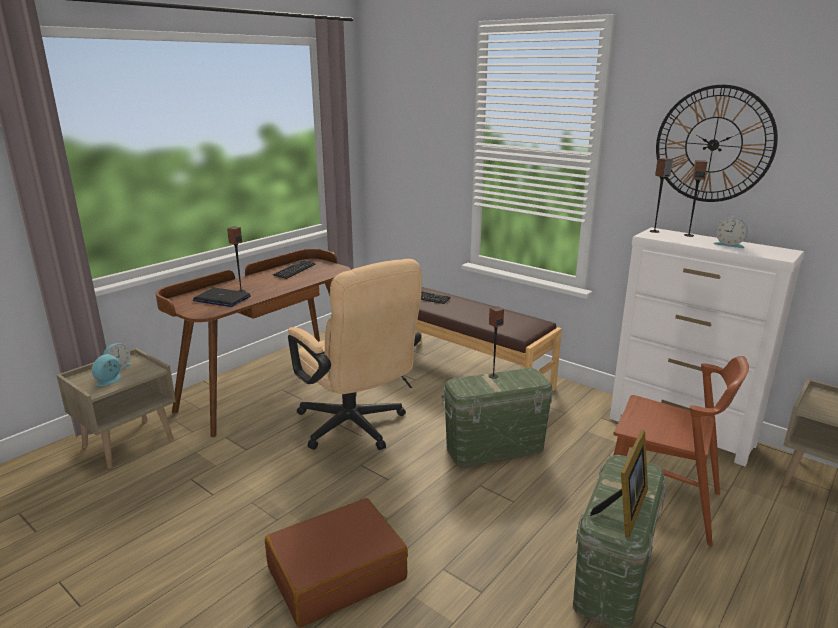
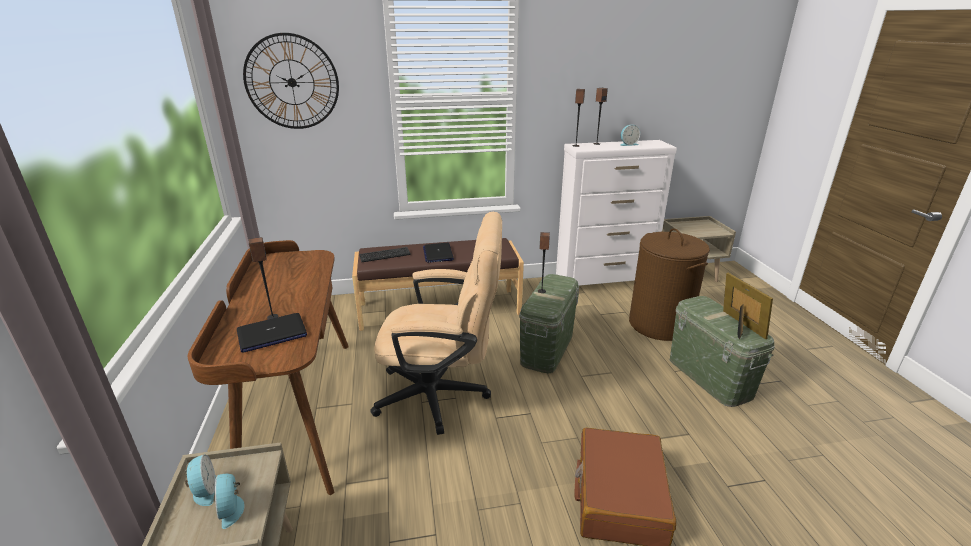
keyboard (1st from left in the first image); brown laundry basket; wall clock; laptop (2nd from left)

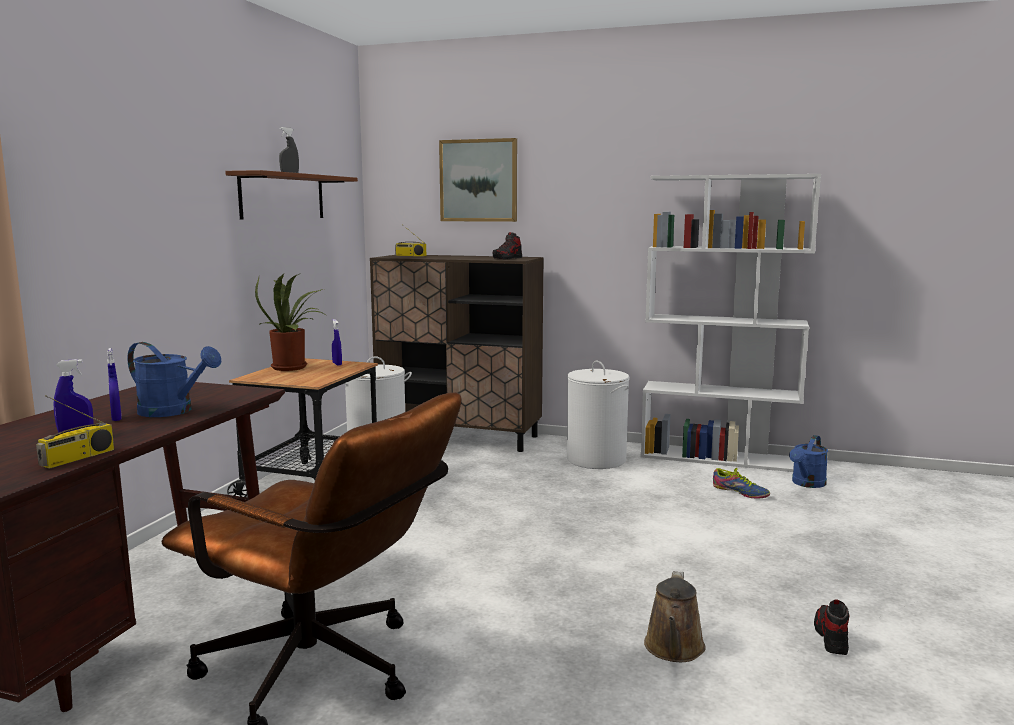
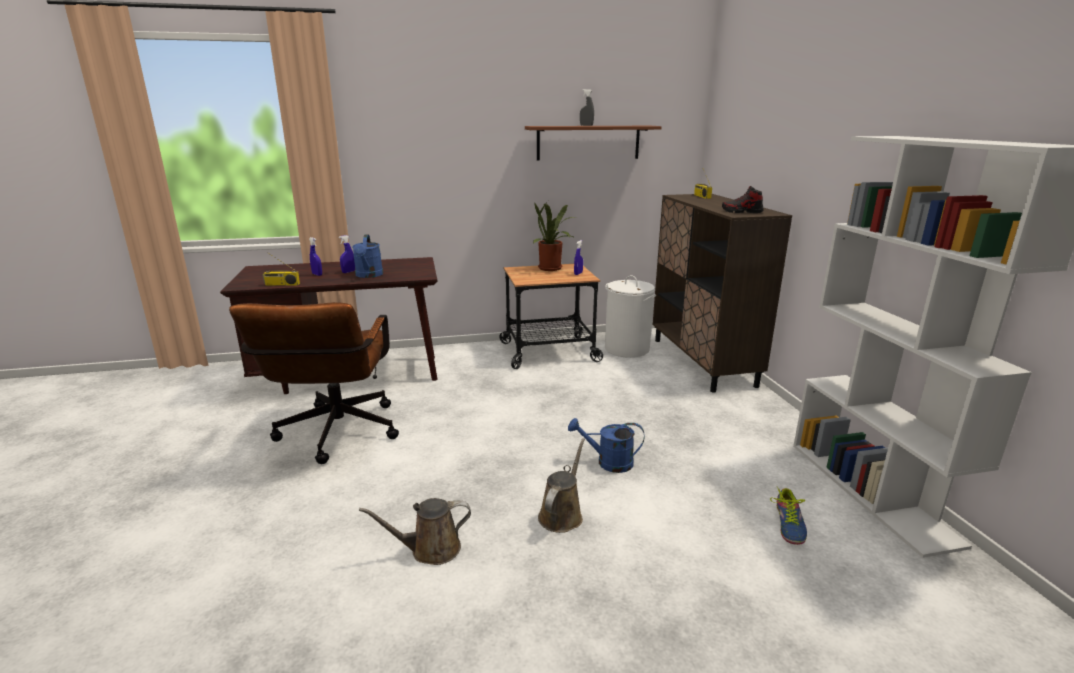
picture; white laundry basket (2nd from left in the first image); blue watering can (2nd from left); shoe (3rd from left in the first image); brown watering can (2nd from left)

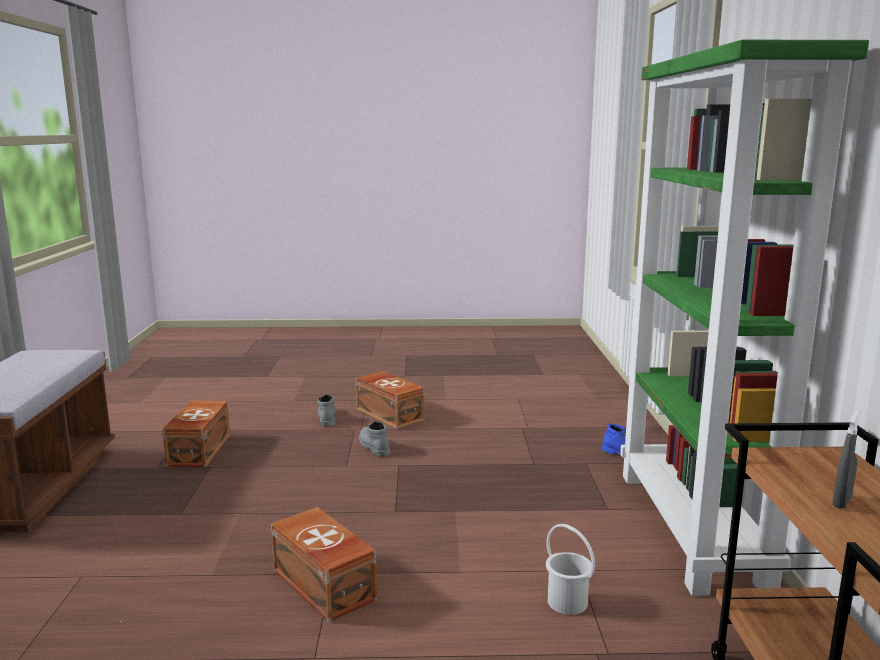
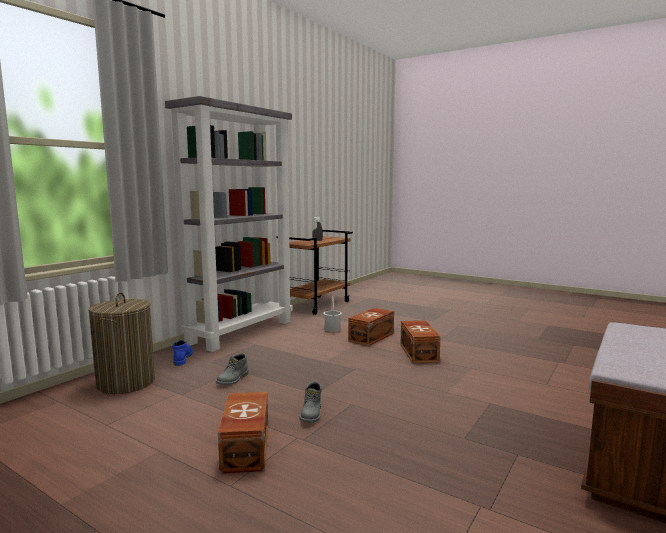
brown storage box (2nd from left); grey boot (1st from left); grey bookcase; laundry basket

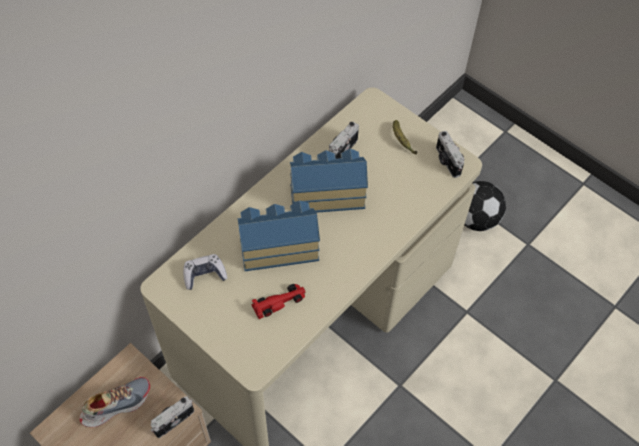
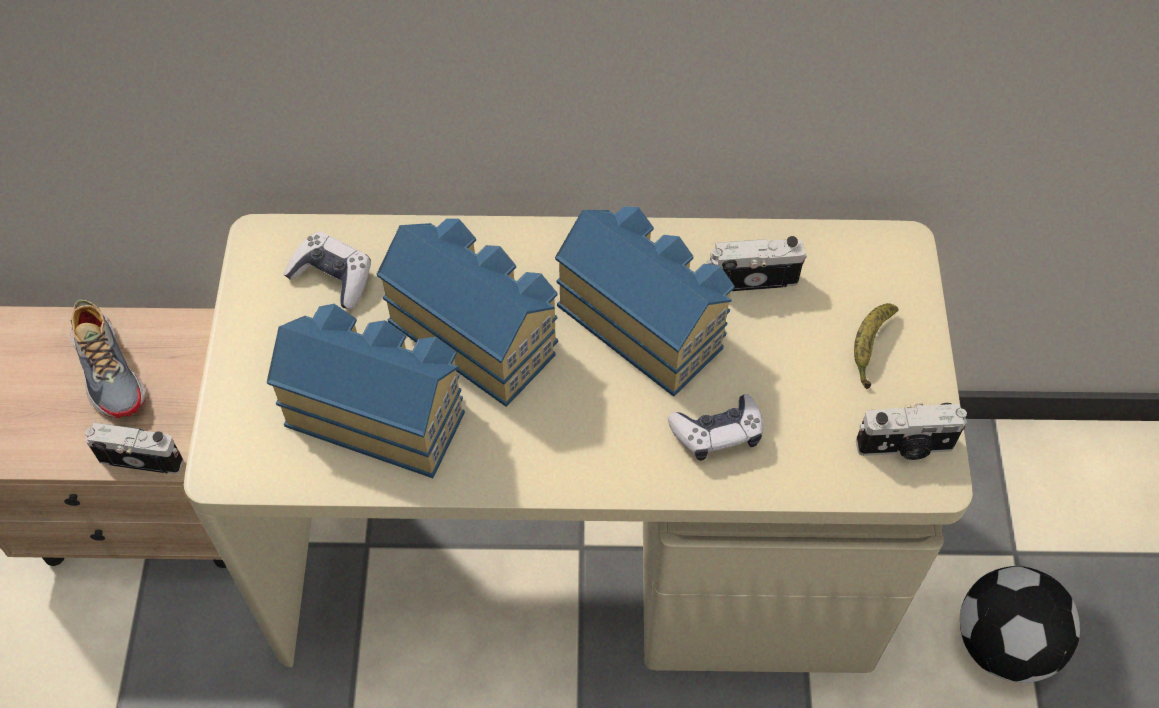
shoe; toy house (1st from left); photo camera (3rd from left); game controller (2nd from left)

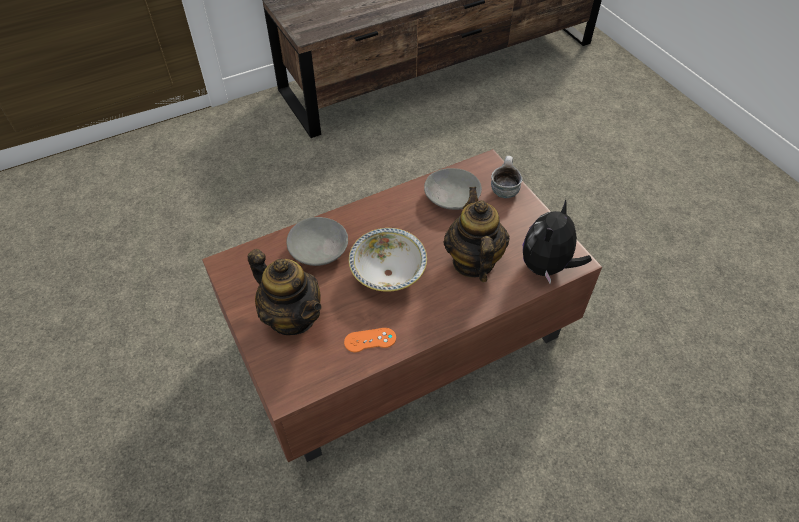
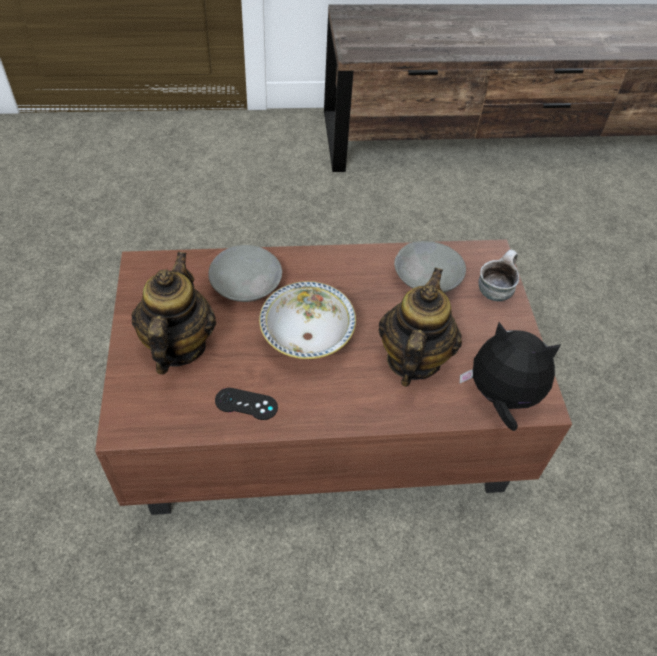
teapot (1st from left); black game controller; plush toy

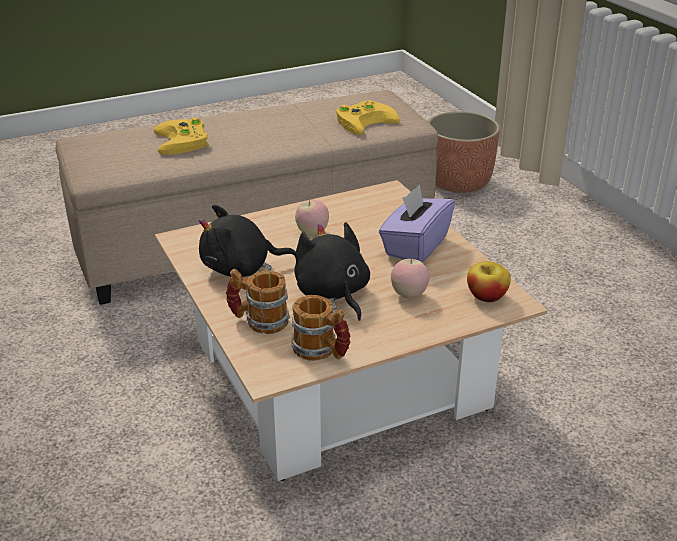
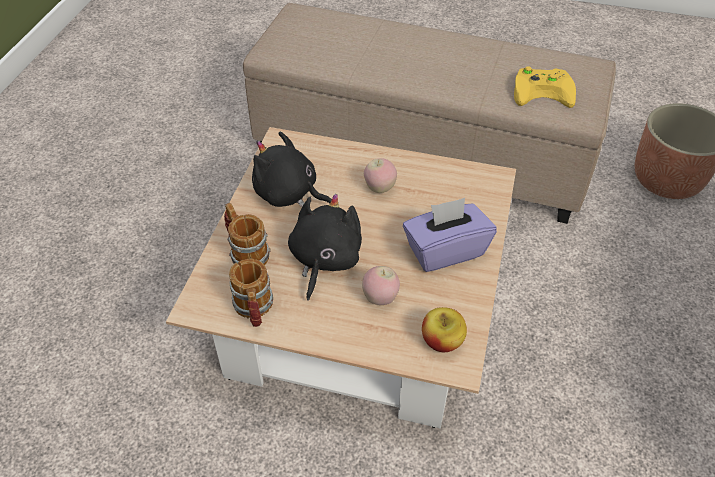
yellow game controller (1st from left in the first image)

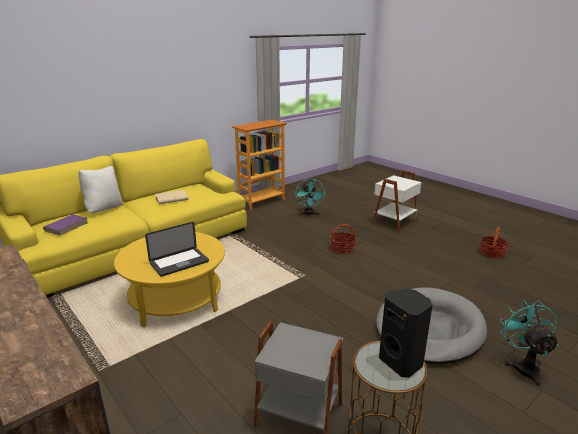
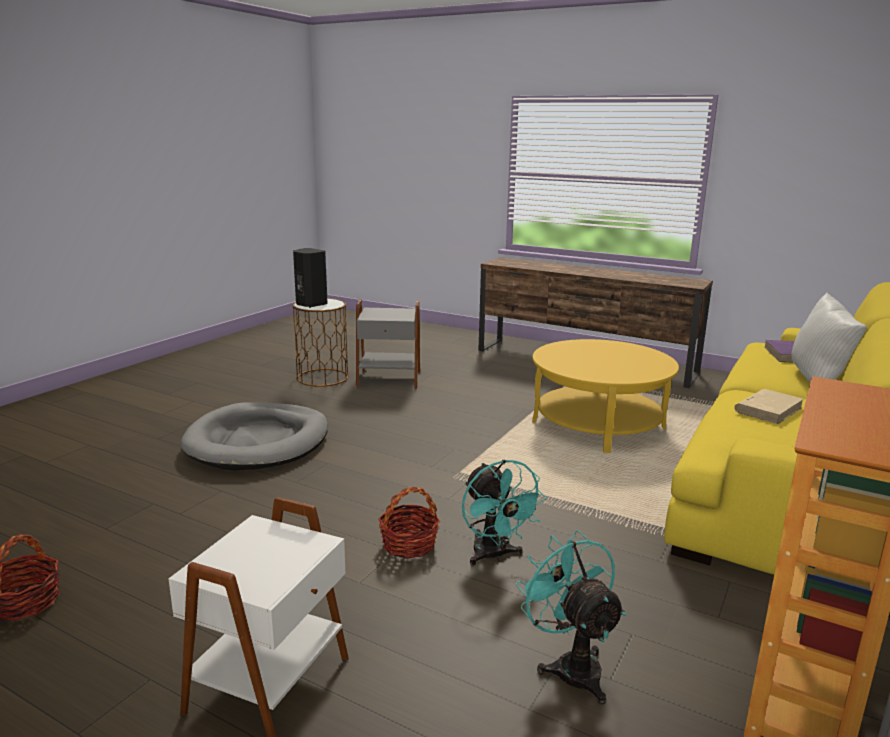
laptop; turquoise fan (1st from left)

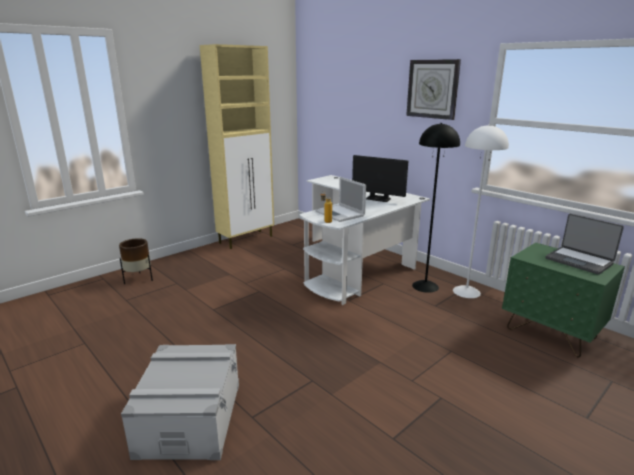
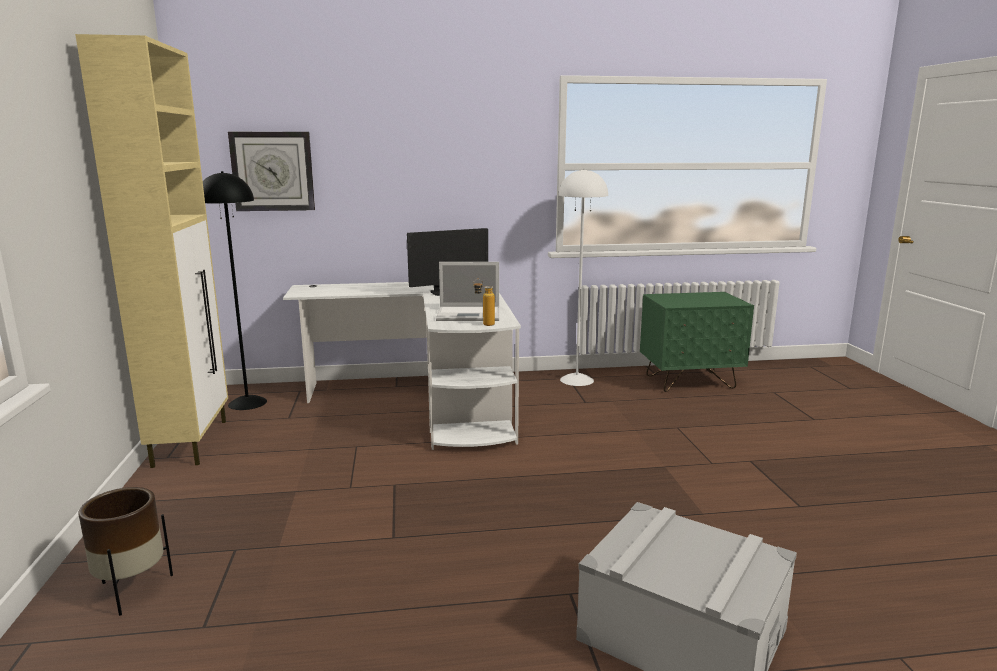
wall clock; black floor lamp; laptop (2nd from left in the first image)

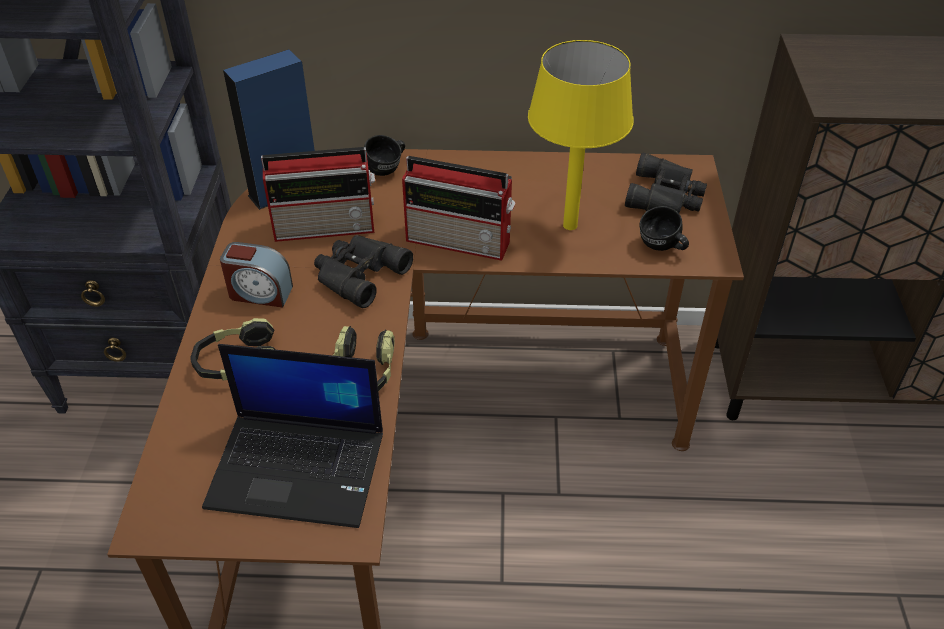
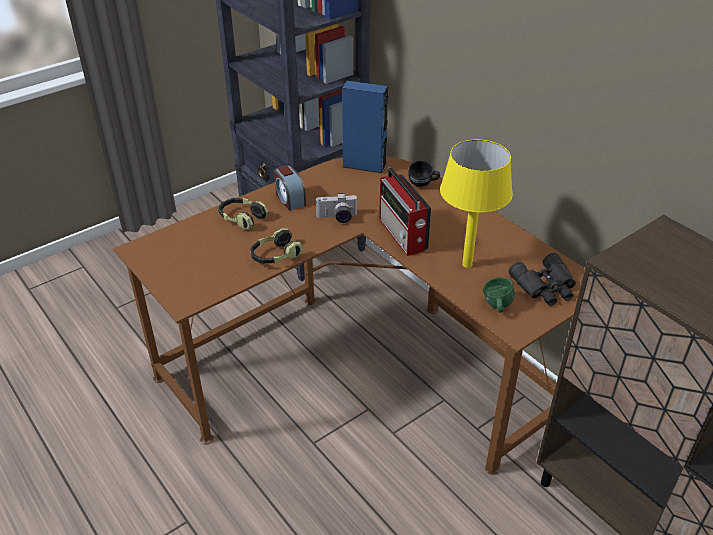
laptop; radio (1st from left in the first image); photo camera; green mug

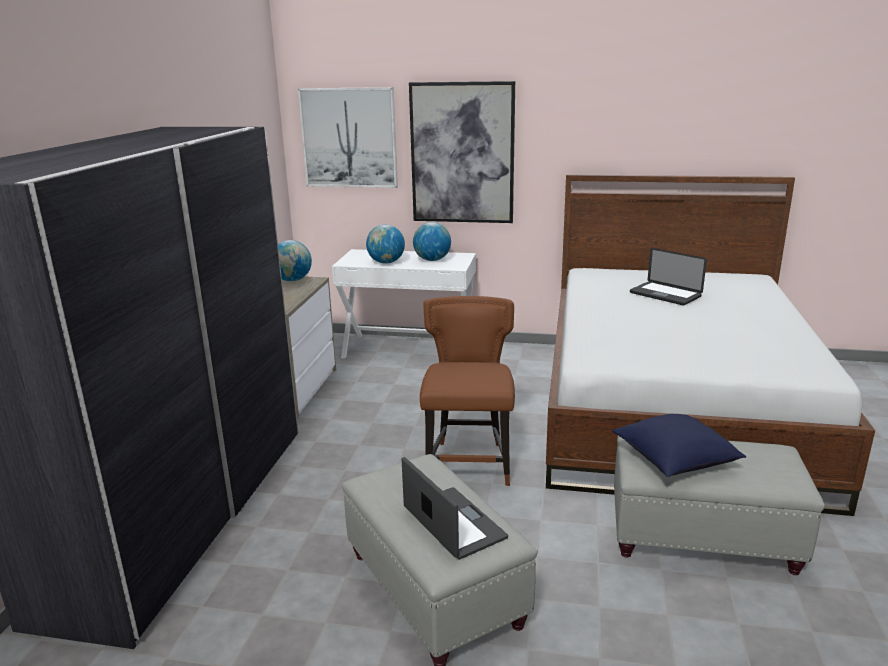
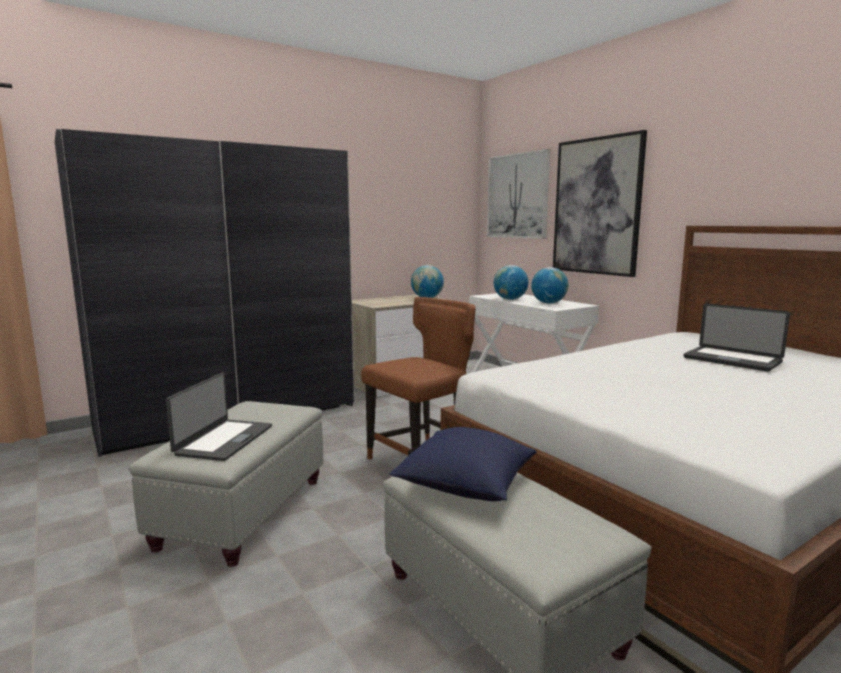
laptop (2nd from left)

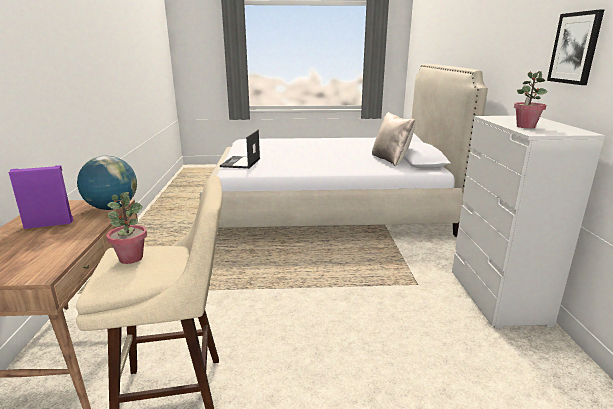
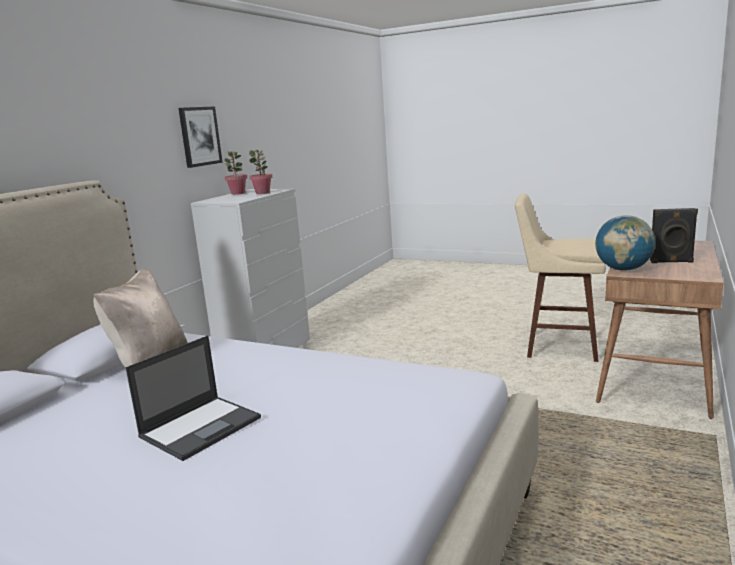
black speaker; potted plant (1st from left); laptop

